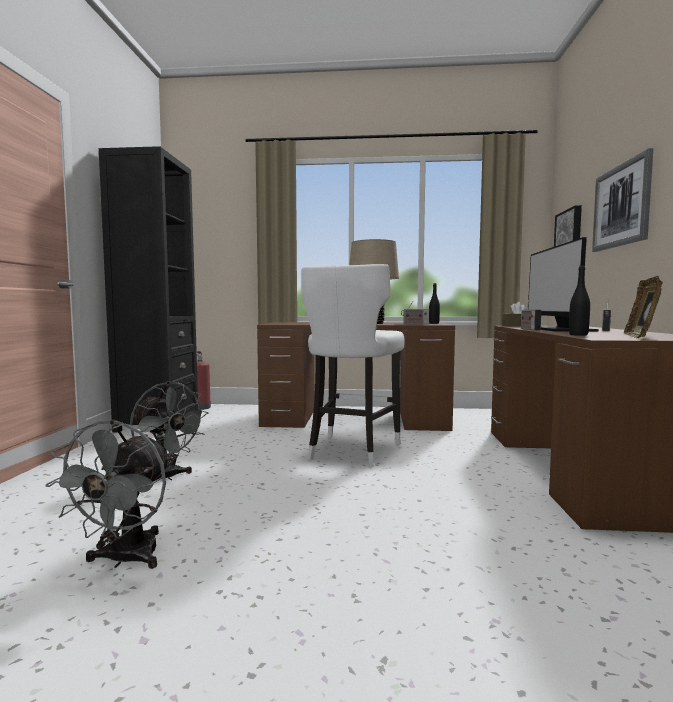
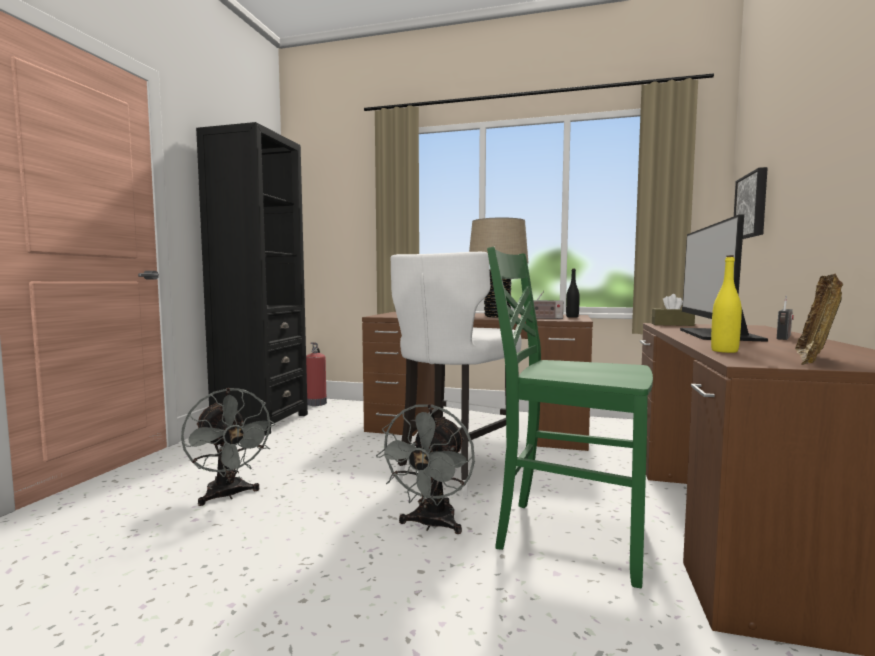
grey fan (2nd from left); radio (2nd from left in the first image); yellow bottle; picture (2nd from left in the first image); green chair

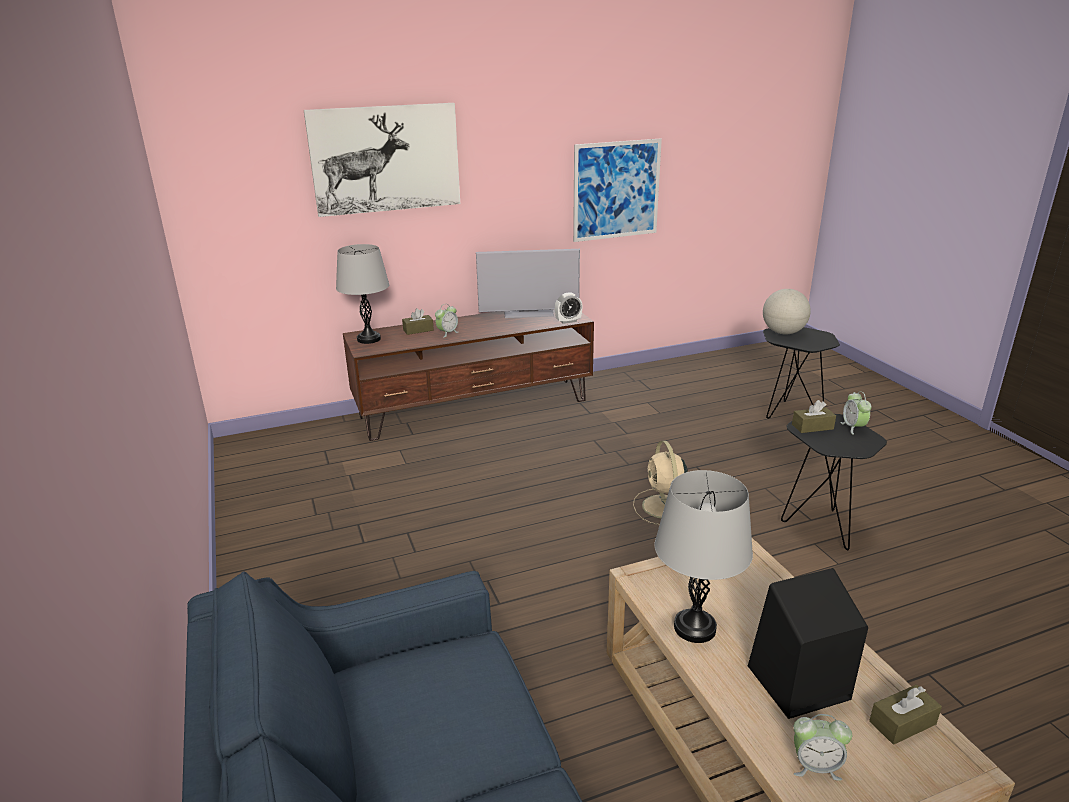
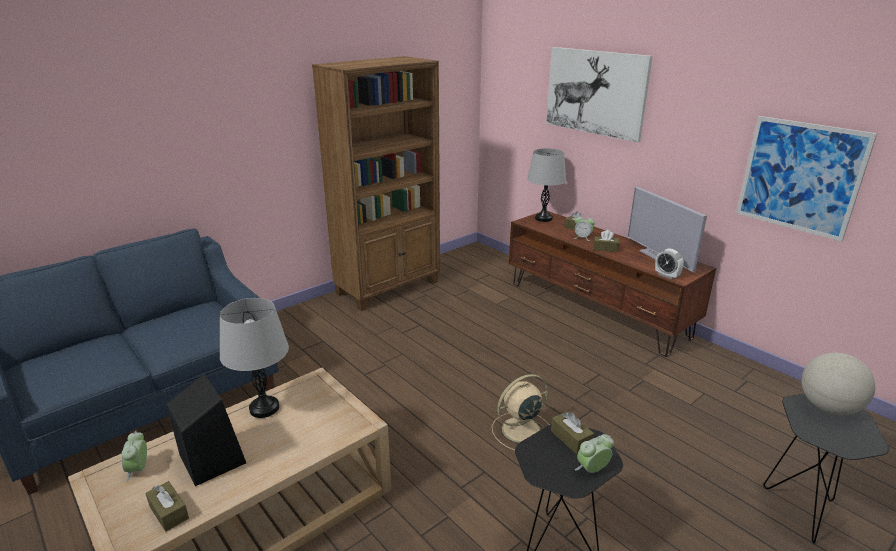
brown bookcase; brown tissue box (4th from left)

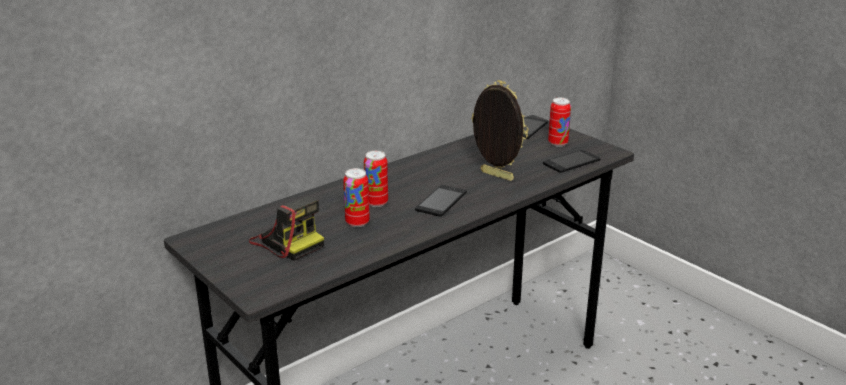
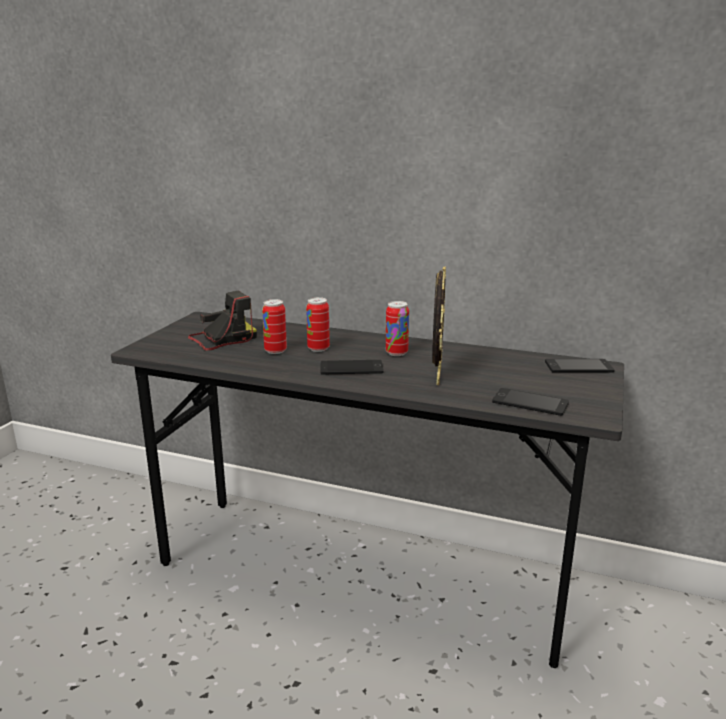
photo camera; can (3rd from left)

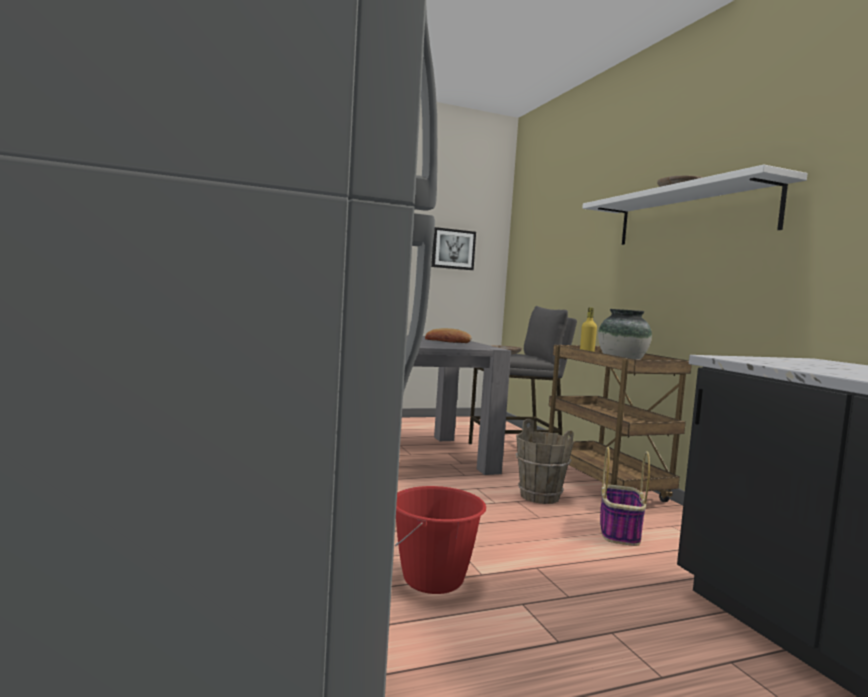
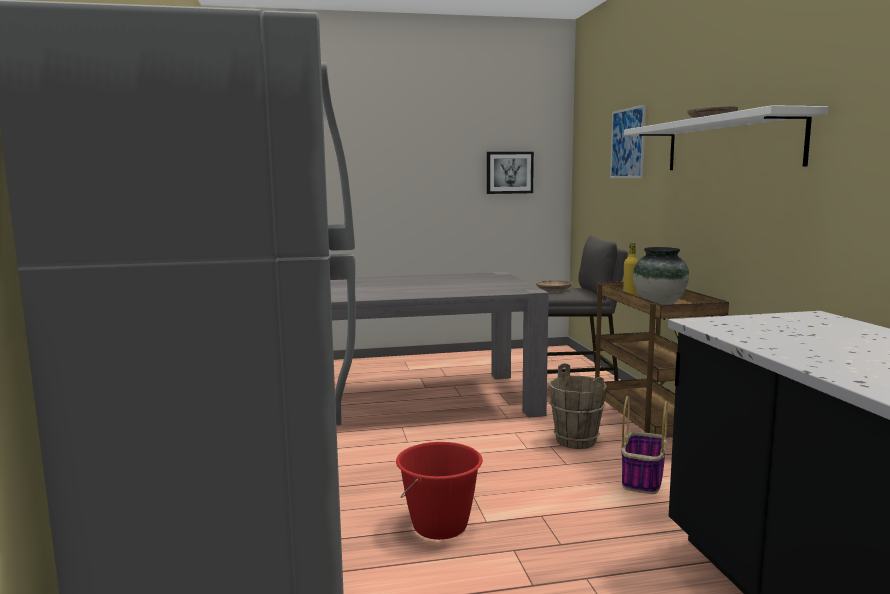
bread; picture (2nd from left)

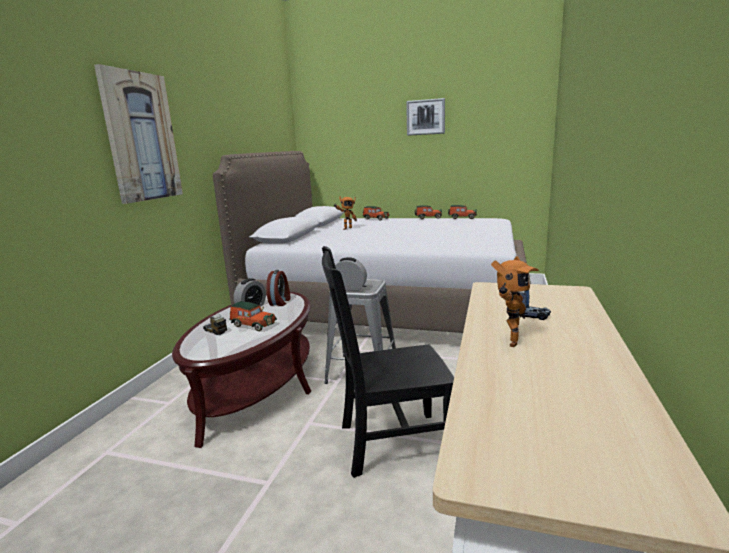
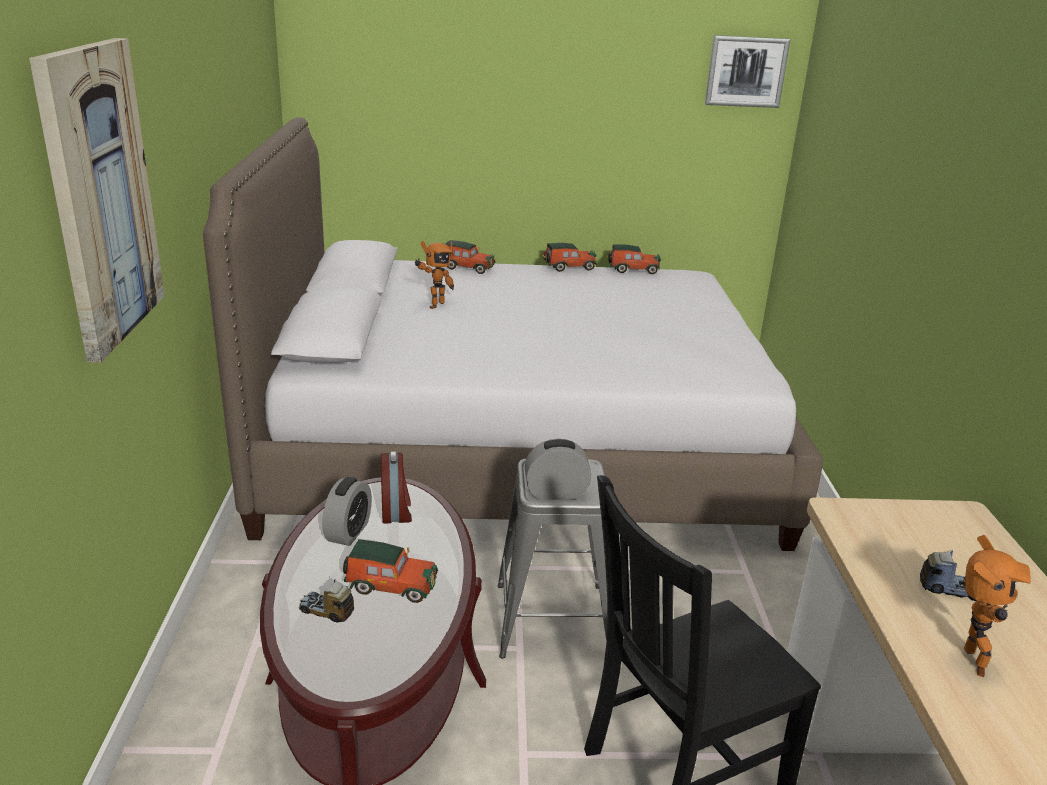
picture (2nd from left)

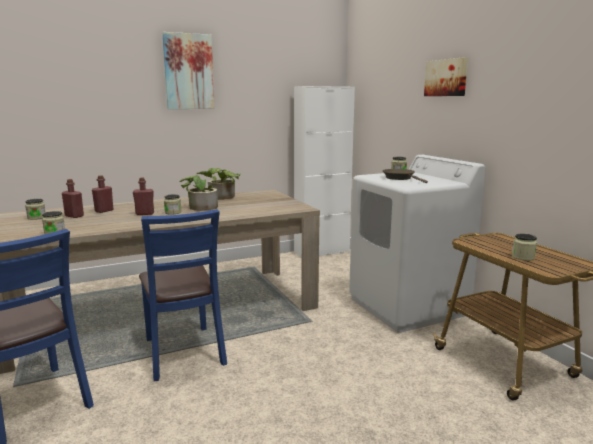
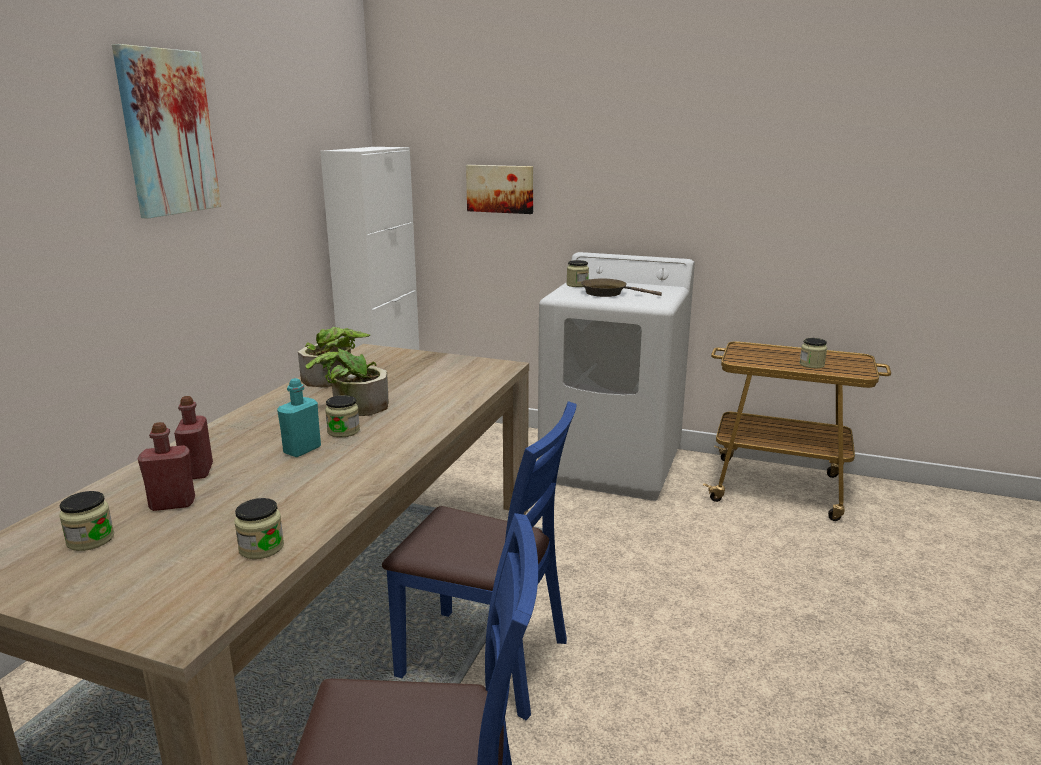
turquoise bottle; picture (2nd from left)

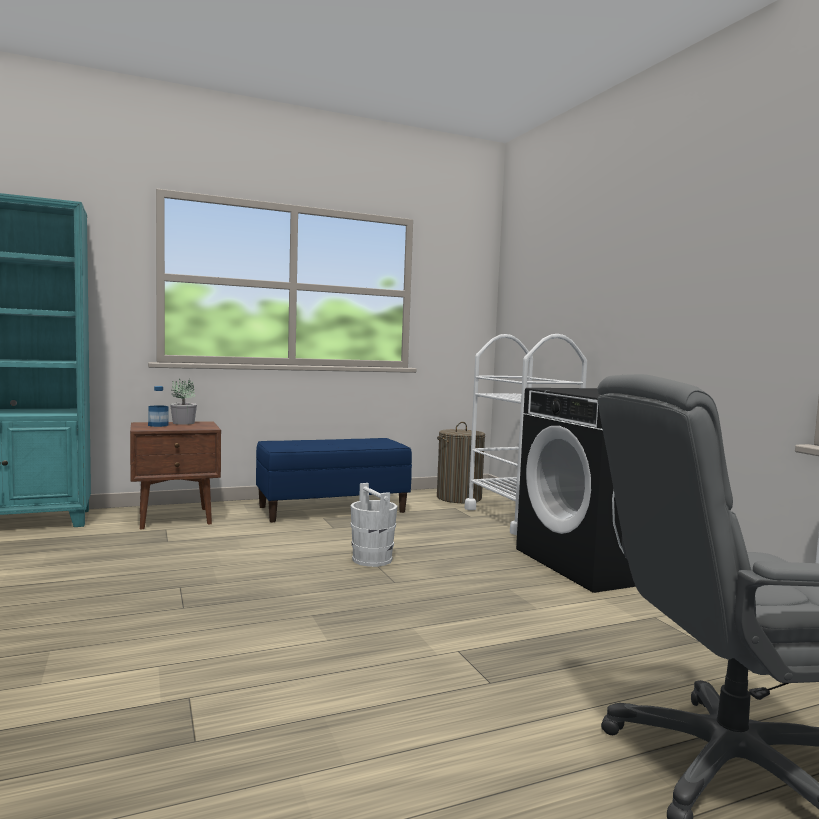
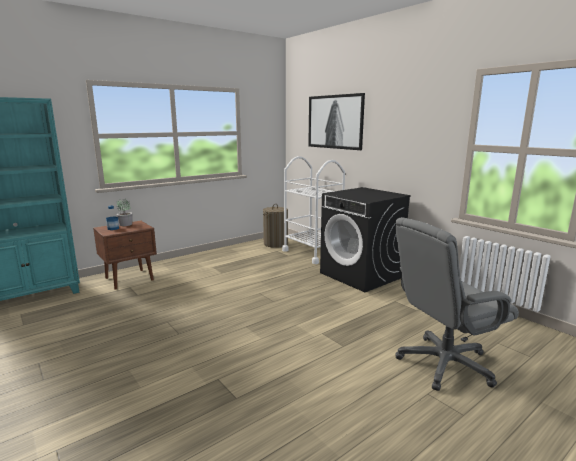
blue bench; white bucket; picture

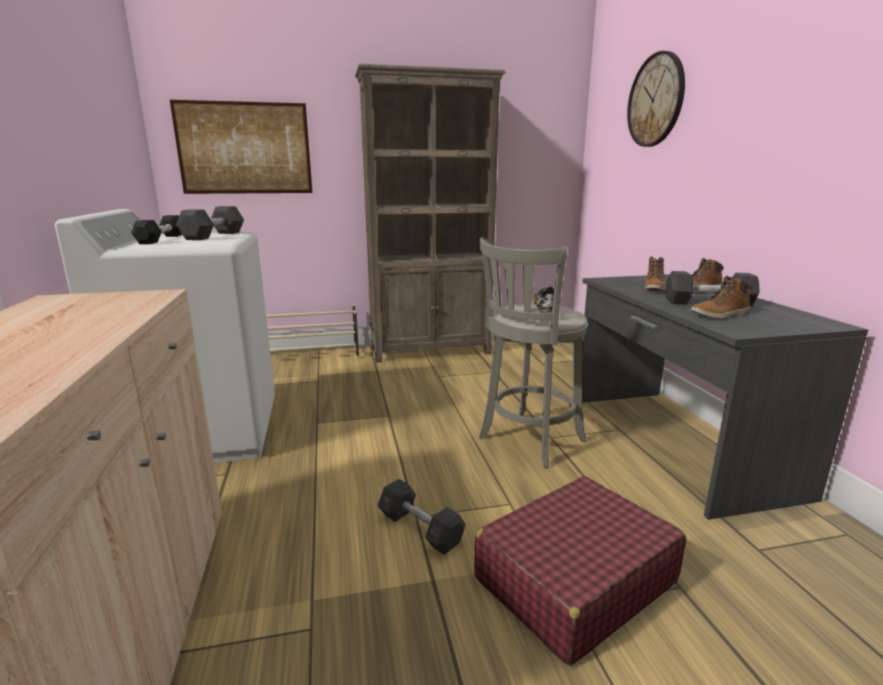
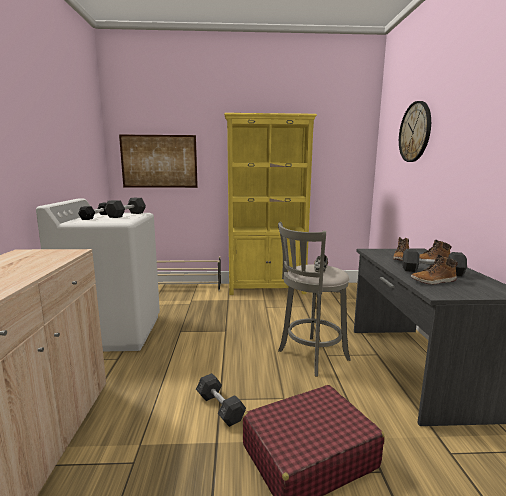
yellow bookcase

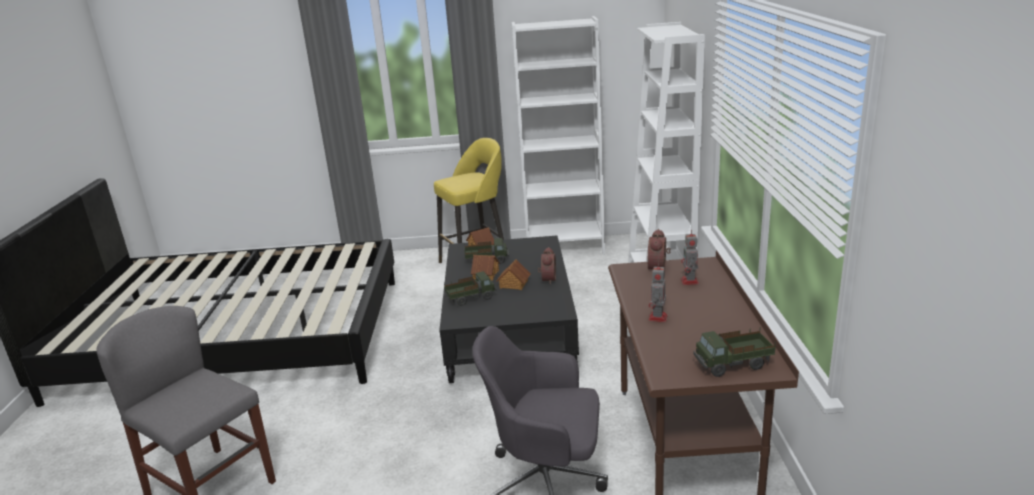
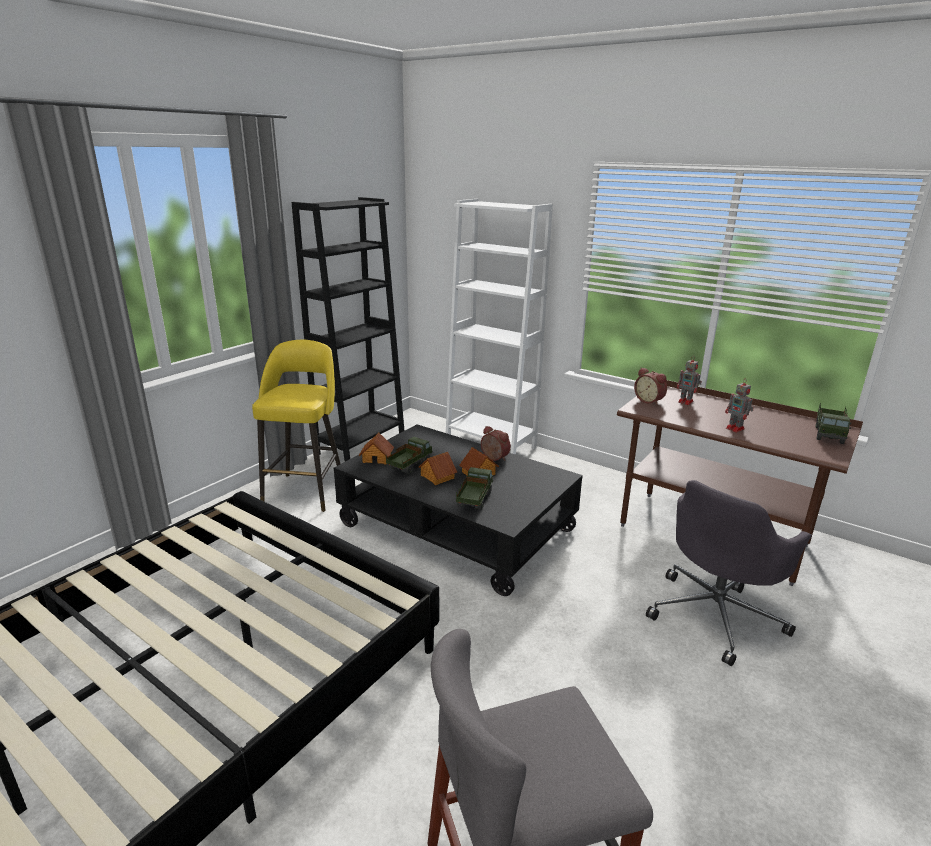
black bookcase

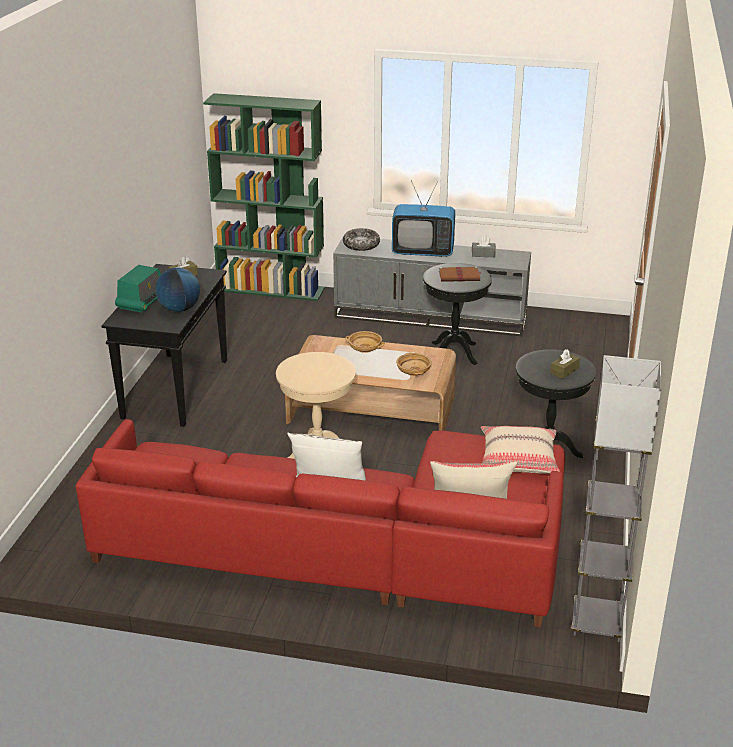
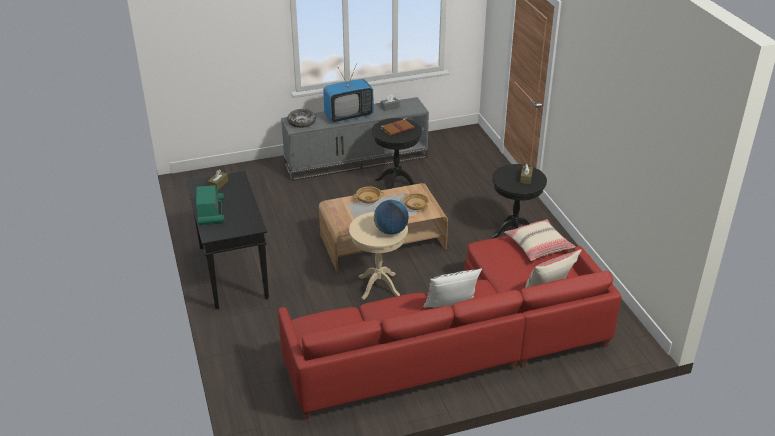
globe; green bookcase; grey floor lamp

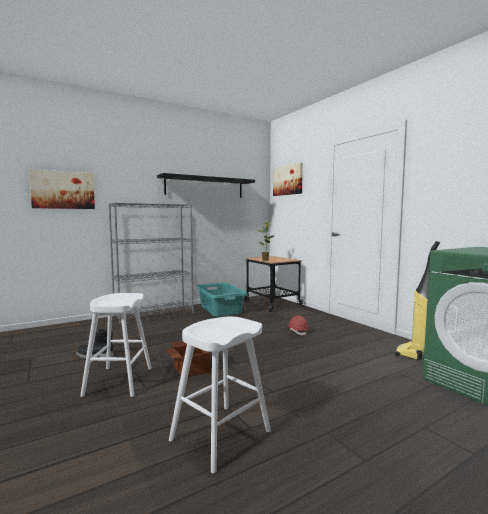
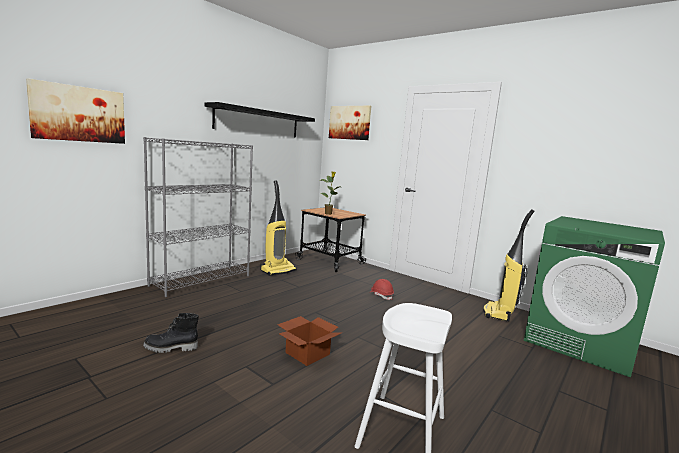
white stool (1st from left in the first image); vacuum cleaner (1st from left)

